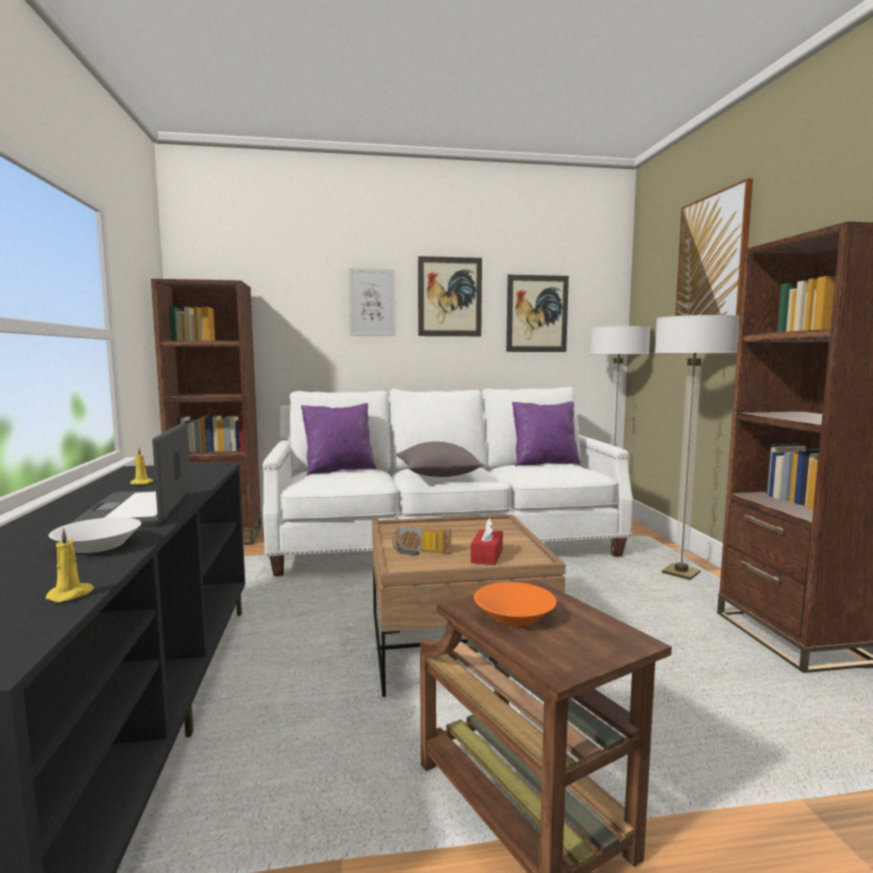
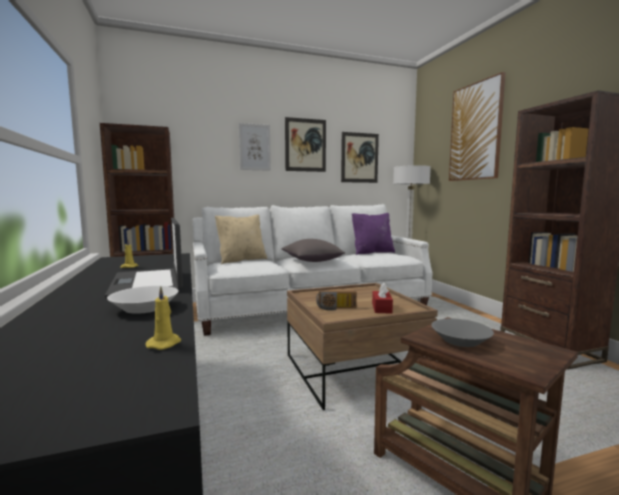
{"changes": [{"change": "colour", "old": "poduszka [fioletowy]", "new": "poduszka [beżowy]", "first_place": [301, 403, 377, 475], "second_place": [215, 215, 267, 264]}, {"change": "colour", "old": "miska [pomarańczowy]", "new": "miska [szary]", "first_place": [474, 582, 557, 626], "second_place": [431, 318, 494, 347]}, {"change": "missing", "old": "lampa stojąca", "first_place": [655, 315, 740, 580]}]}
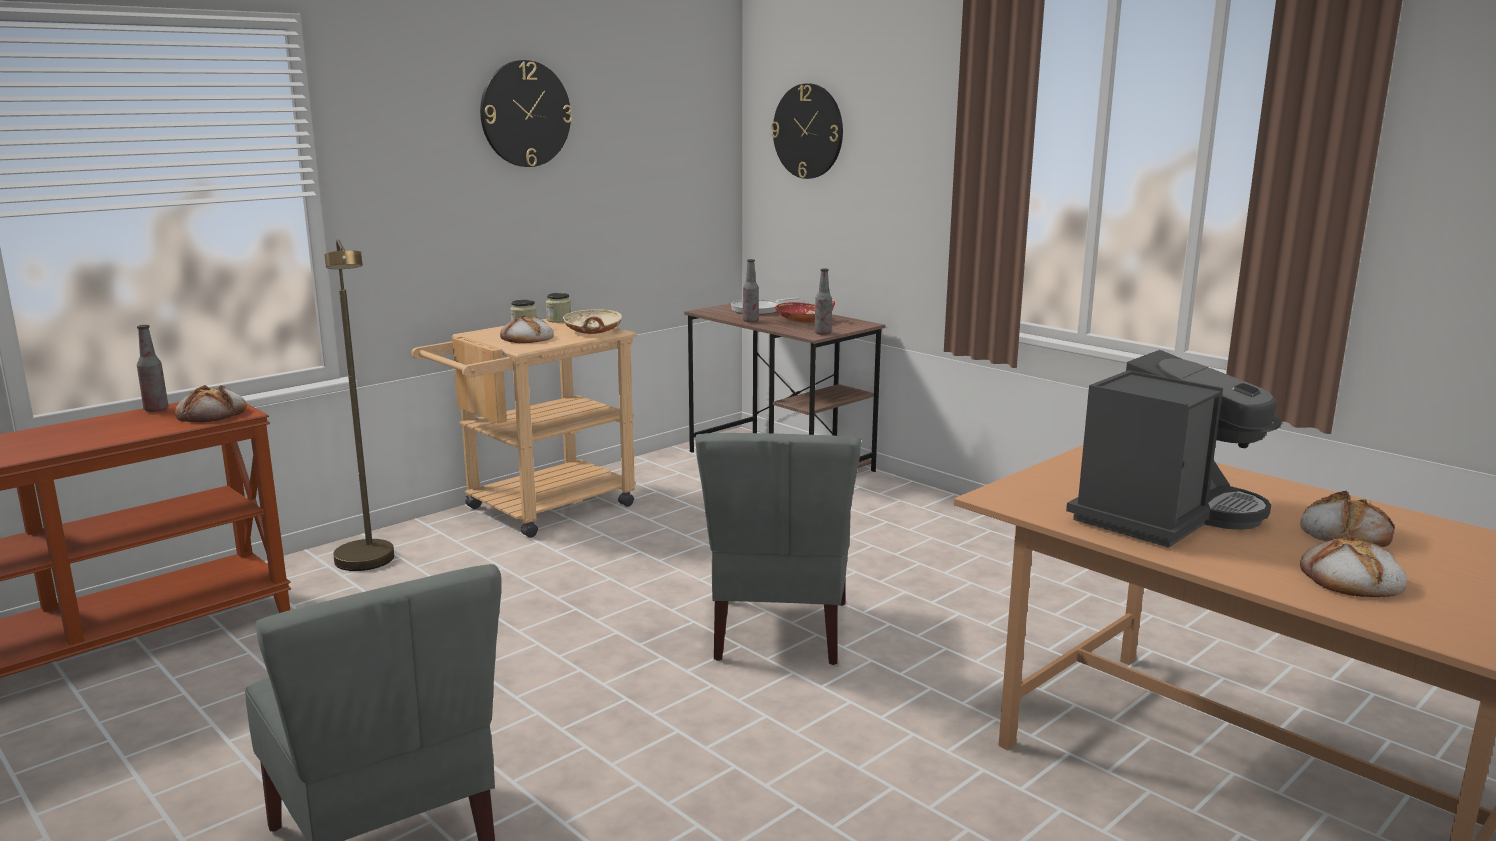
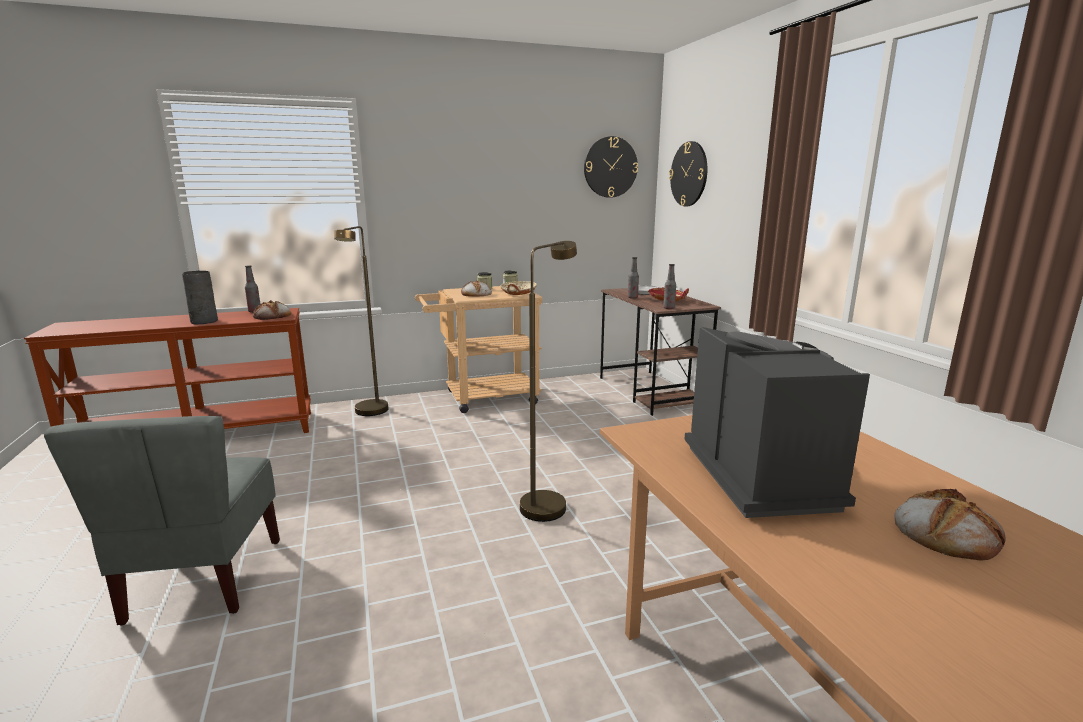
{"changes": [{"change": "appeared", "new": "wazon [szary]", "second_place": [182, 271, 218, 325]}, {"change": "exchanged", "old": "krzesło [szary]", "new": "lampa stojąca [brązowy]", "first_place": [696, 433, 861, 665], "second_place": [520, 241, 577, 522]}, {"change": "relocated", "old": "zegar ścienny", "first_place": [480, 60, 572, 167], "second_place": [584, 136, 638, 198]}, {"change": "spun", "old": "ekspres do kawy", "first_place": [1066, 350, 1281, 548], "second_place": [684, 327, 870, 518], "degrees": -75}, {"change": "missing", "old": "chleb", "first_place": [1300, 536, 1407, 598]}]}
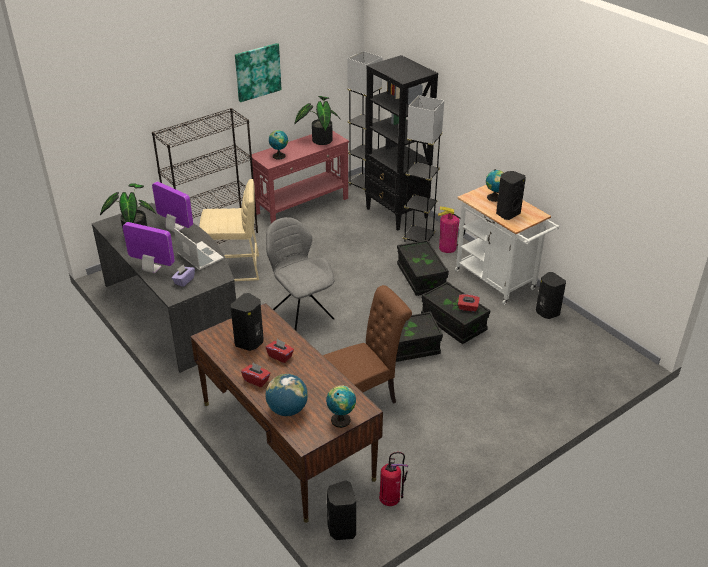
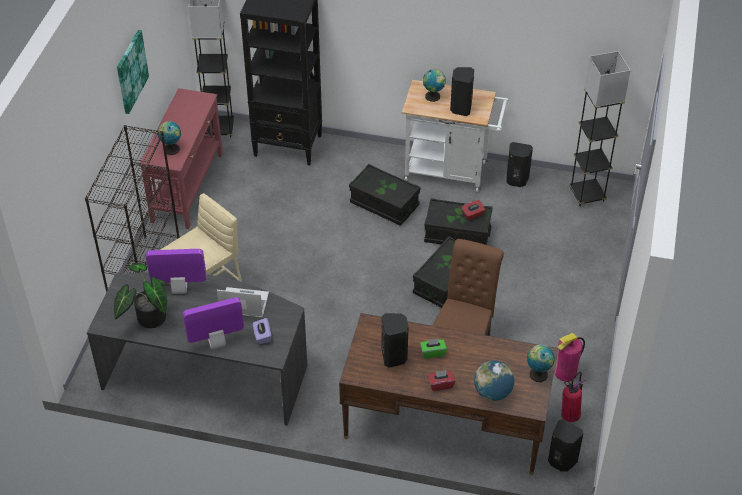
{"changes": [{"change": "colour", "old": "pudełko chusteczek [czerwony]", "new": "pudełko chusteczek [zielony]", "first_place": [266, 339, 294, 363], "second_place": [420, 338, 447, 359]}, {"change": "relocated", "old": "gaśnica", "first_place": [438, 207, 466, 253], "second_place": [554, 333, 585, 382]}, {"change": "relocated", "old": "lampa stojąca [szary]", "first_place": [403, 95, 444, 242], "second_place": [569, 51, 631, 206]}, {"change": "missing", "old": "krzesło [szary]", "first_place": [266, 217, 334, 330]}, {"change": "missing", "old": "roślina doniczkowa", "first_place": [294, 96, 341, 145]}]}
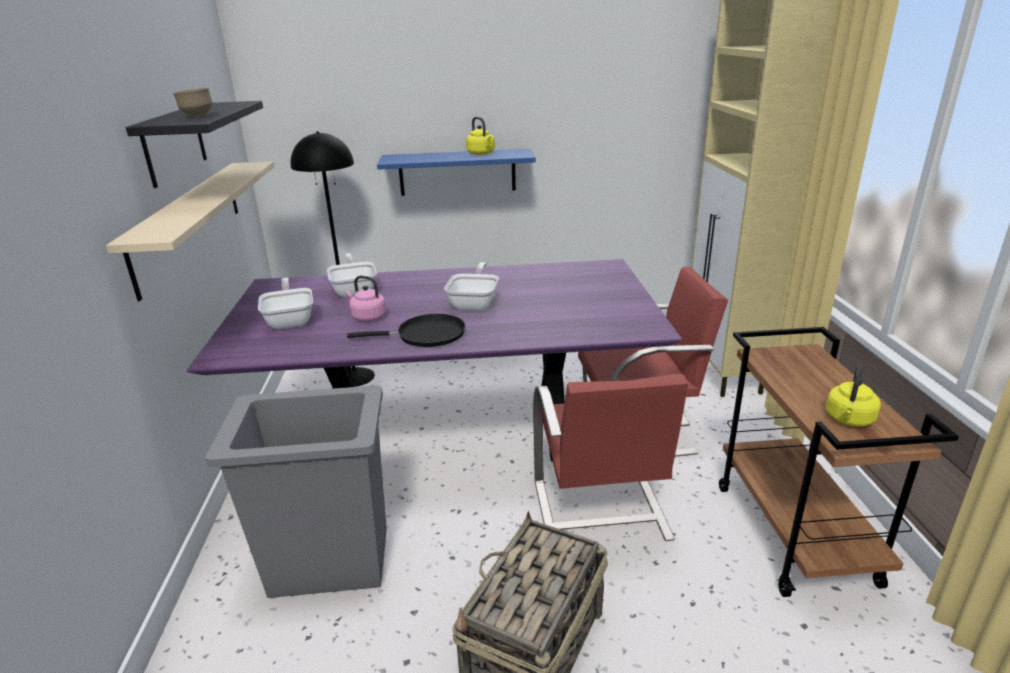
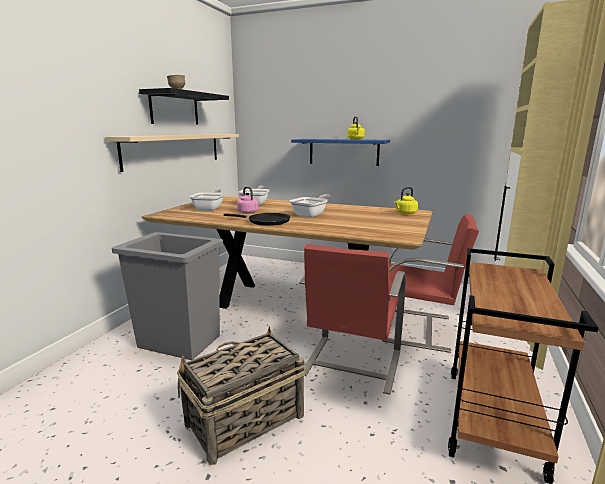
{"changes": [{"change": "colour", "old": "stół jadalny [fioletowy]", "new": "stół jadalny [brązowy]", "first_place": [187, 259, 682, 462], "second_place": [142, 196, 433, 309]}, {"change": "relocated", "old": "czajnik [żółty]", "first_place": [826, 364, 881, 427], "second_place": [394, 187, 418, 214]}, {"change": "missing", "old": "lampa stojąca [czarny]", "first_place": [291, 131, 375, 387]}]}
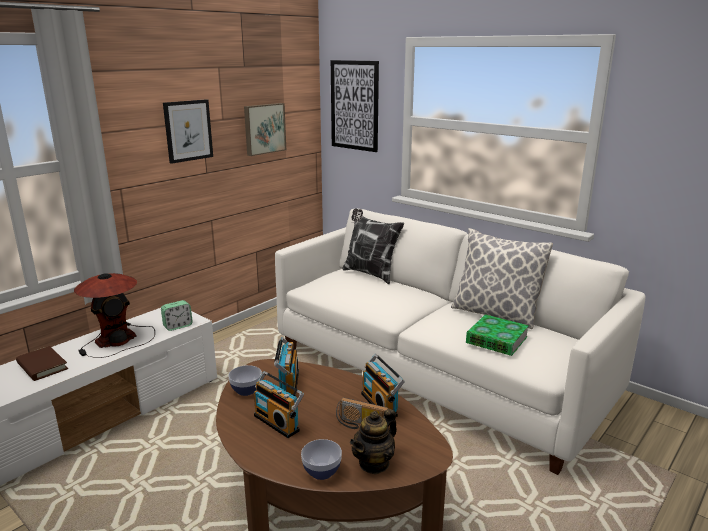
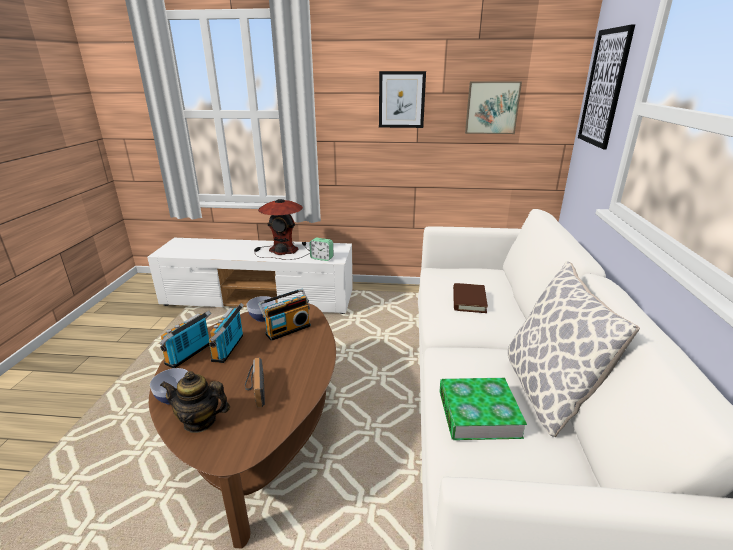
{"changes": [{"change": "relocated", "old": "radio", "first_place": [361, 354, 405, 417], "second_place": [160, 311, 211, 368]}, {"change": "relocated", "old": "książka [brązowy]", "first_place": [16, 346, 68, 381], "second_place": [453, 283, 488, 313]}, {"change": "missing", "old": "poduszka", "first_place": [342, 208, 404, 284]}]}
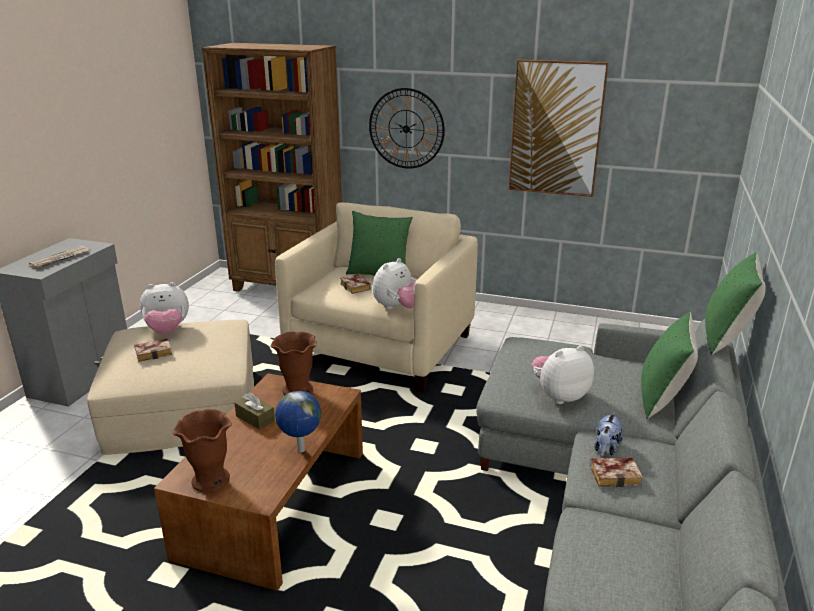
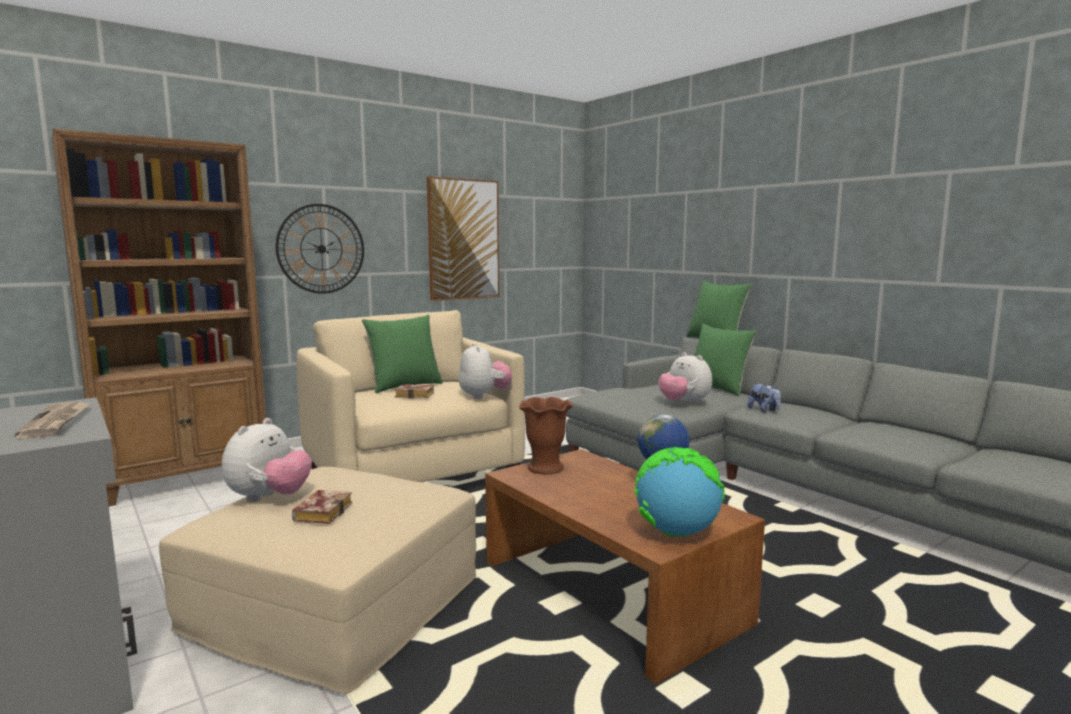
{"changes": [{"change": "exchanged", "old": "wazon [brązowy]", "new": "globus", "first_place": [172, 409, 232, 493], "second_place": [634, 447, 725, 537]}, {"change": "spun", "old": "pluszak", "first_place": [531, 346, 594, 404], "second_place": [658, 352, 712, 405], "degrees": -45}, {"change": "missing", "old": "pudełko chusteczek [brązowy]", "first_place": [235, 392, 275, 430]}, {"change": "missing", "old": "książka", "first_place": [590, 458, 643, 487]}]}
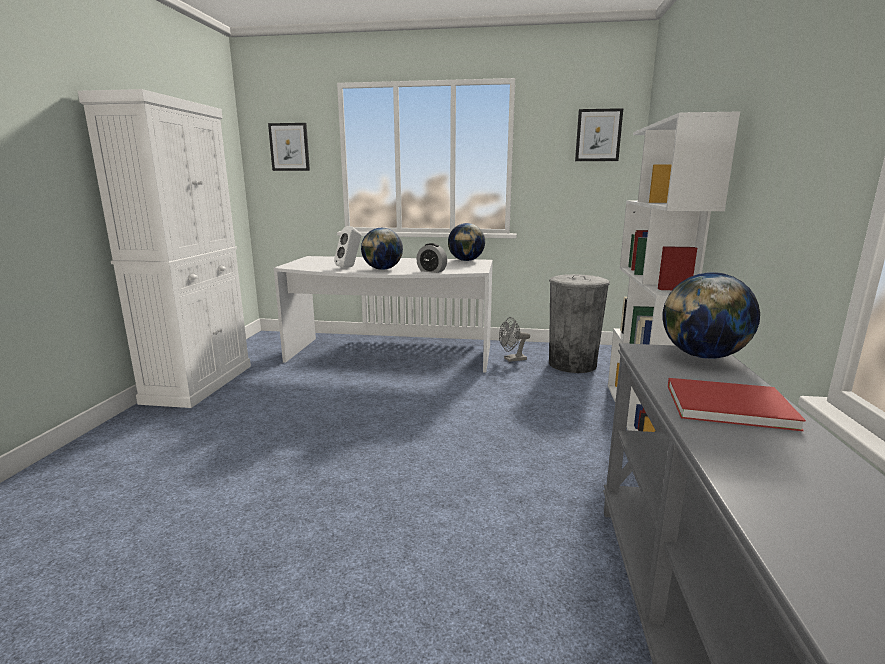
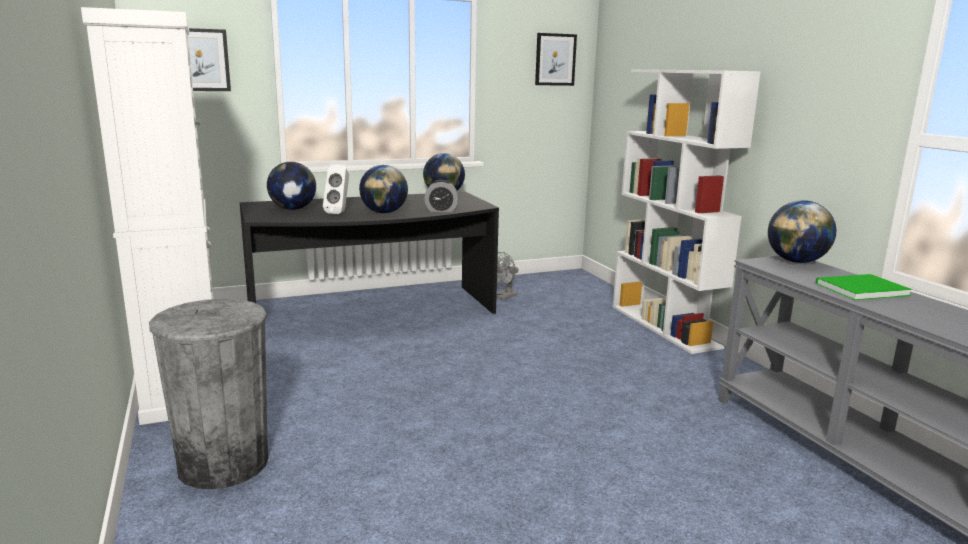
{"changes": [{"change": "relocated", "old": "kosz na śmieci [szary]", "first_place": [549, 274, 610, 373], "second_place": [149, 299, 269, 489]}, {"change": "colour", "old": "biurko [biały]", "new": "biurko [czarny]", "first_place": [274, 256, 493, 372], "second_place": [240, 192, 499, 314]}, {"change": "appeared", "new": "globus", "second_place": [267, 162, 316, 210]}, {"change": "colour", "old": "książka [czerwony]", "new": "książka [zielony]", "first_place": [668, 378, 806, 431], "second_place": [816, 274, 912, 300]}]}
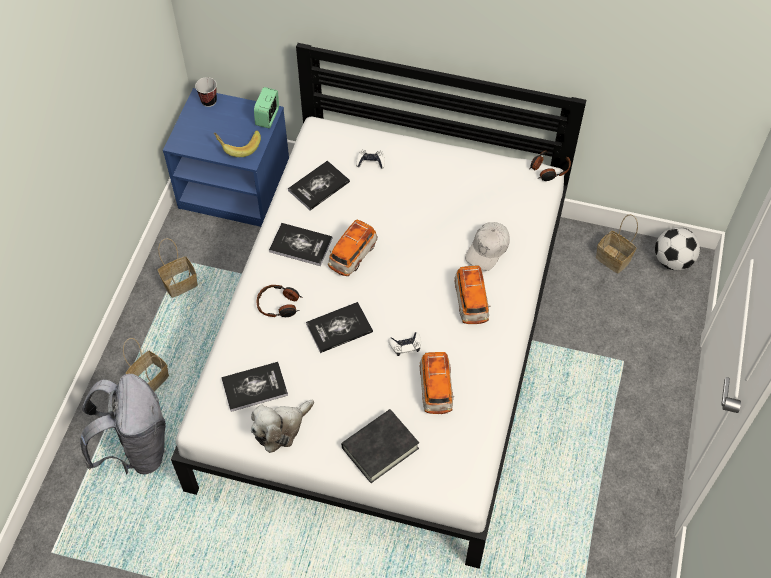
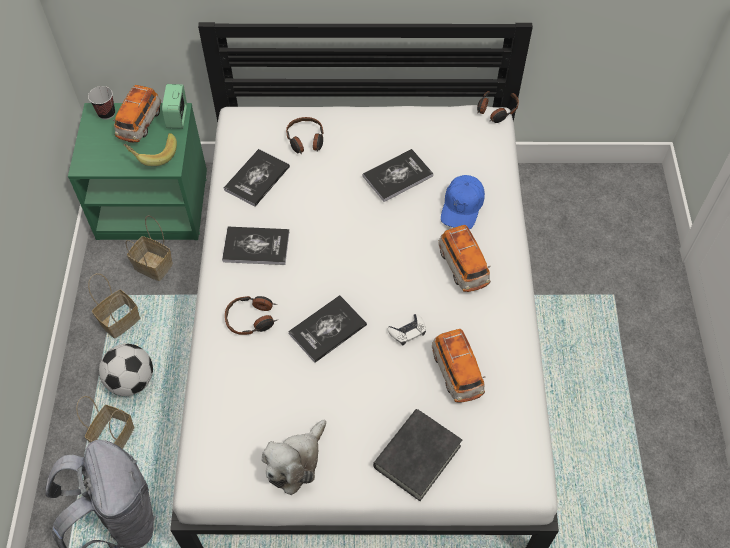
{"changes": [{"change": "colour", "old": "szafka nocna [niebieski]", "new": "szafka nocna [zielony]", "first_place": [163, 88, 289, 227], "second_place": [68, 103, 207, 240]}, {"change": "relocated", "old": "piłka futbolowa", "first_place": [655, 227, 700, 270], "second_place": [99, 344, 153, 396]}, {"change": "relocated", "old": "samochodzik", "first_place": [328, 219, 378, 276], "second_place": [113, 85, 161, 143]}, {"change": "relocated", "old": "koszyk", "first_place": [596, 214, 638, 273], "second_place": [125, 215, 173, 281]}, {"change": "exchanged", "old": "pad do gier [biały]", "new": "słuchawki", "first_place": [356, 150, 385, 169], "second_place": [286, 117, 323, 153]}, {"change": "relocated", "old": "książka", "first_place": [221, 362, 288, 412], "second_place": [363, 149, 434, 202]}, {"change": "colour", "old": "czapka z daszkiem [biały]", "new": "czapka z daszkiem [niebieski]", "first_place": [465, 222, 510, 271], "second_place": [441, 175, 485, 229]}]}
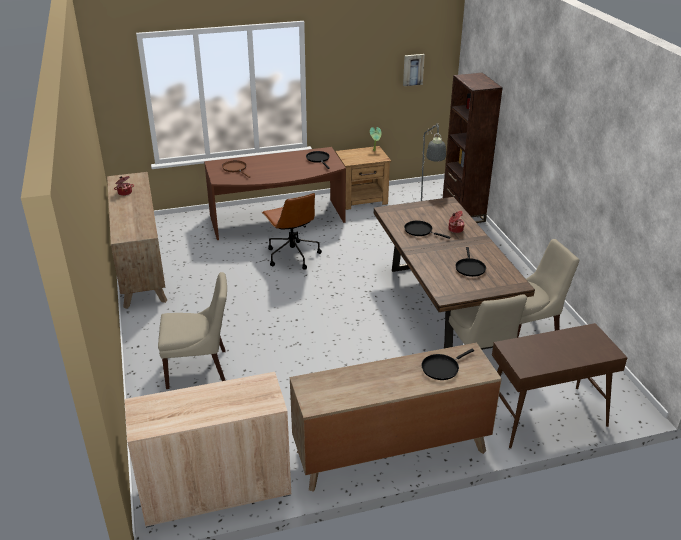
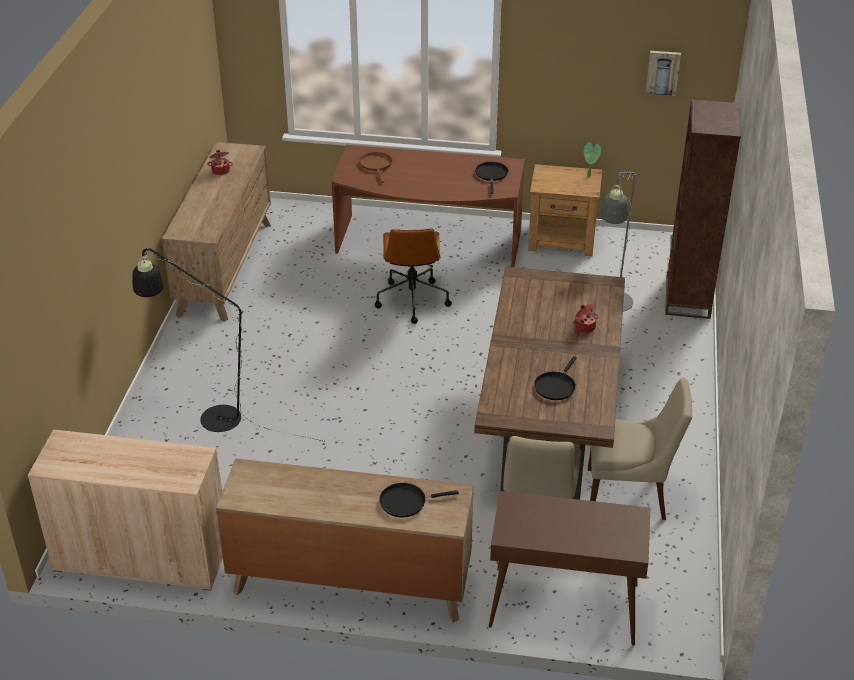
{"changes": [{"change": "exchanged", "old": "krzesło [beżowy]", "new": "lampa stojąca [czarny]", "first_place": [158, 272, 227, 389], "second_place": [132, 248, 326, 442]}, {"change": "missing", "old": "patelnia [czarny]", "first_place": [404, 221, 450, 239]}]}
